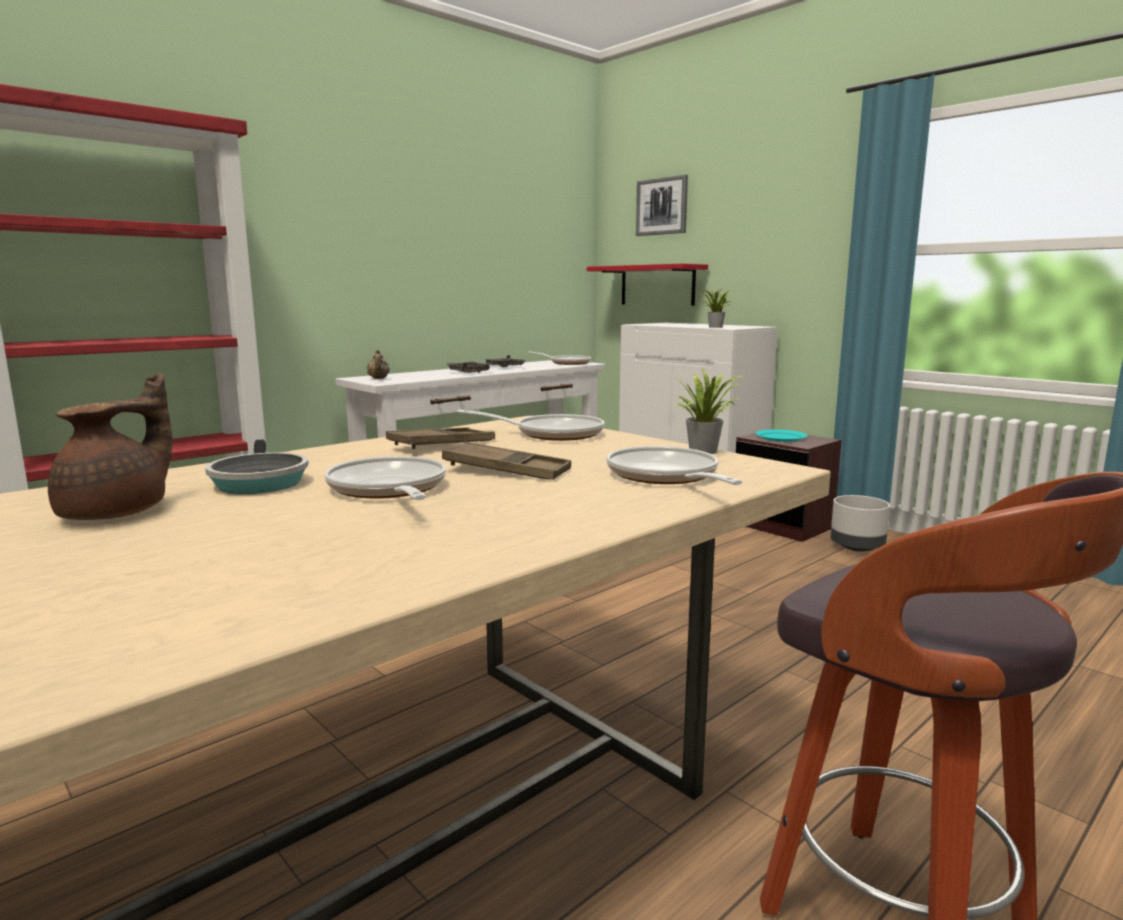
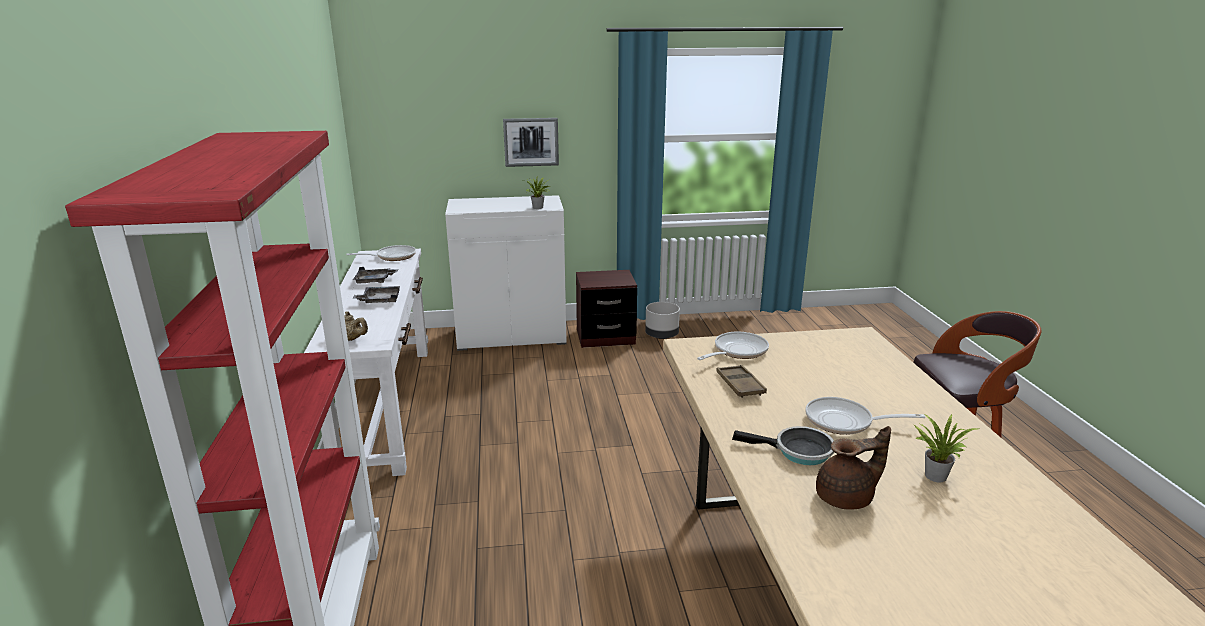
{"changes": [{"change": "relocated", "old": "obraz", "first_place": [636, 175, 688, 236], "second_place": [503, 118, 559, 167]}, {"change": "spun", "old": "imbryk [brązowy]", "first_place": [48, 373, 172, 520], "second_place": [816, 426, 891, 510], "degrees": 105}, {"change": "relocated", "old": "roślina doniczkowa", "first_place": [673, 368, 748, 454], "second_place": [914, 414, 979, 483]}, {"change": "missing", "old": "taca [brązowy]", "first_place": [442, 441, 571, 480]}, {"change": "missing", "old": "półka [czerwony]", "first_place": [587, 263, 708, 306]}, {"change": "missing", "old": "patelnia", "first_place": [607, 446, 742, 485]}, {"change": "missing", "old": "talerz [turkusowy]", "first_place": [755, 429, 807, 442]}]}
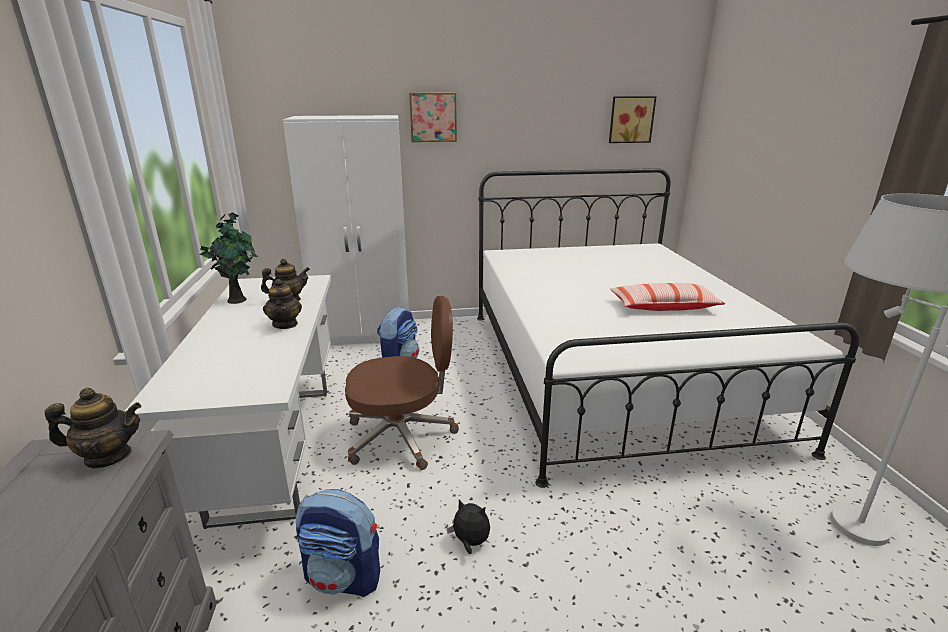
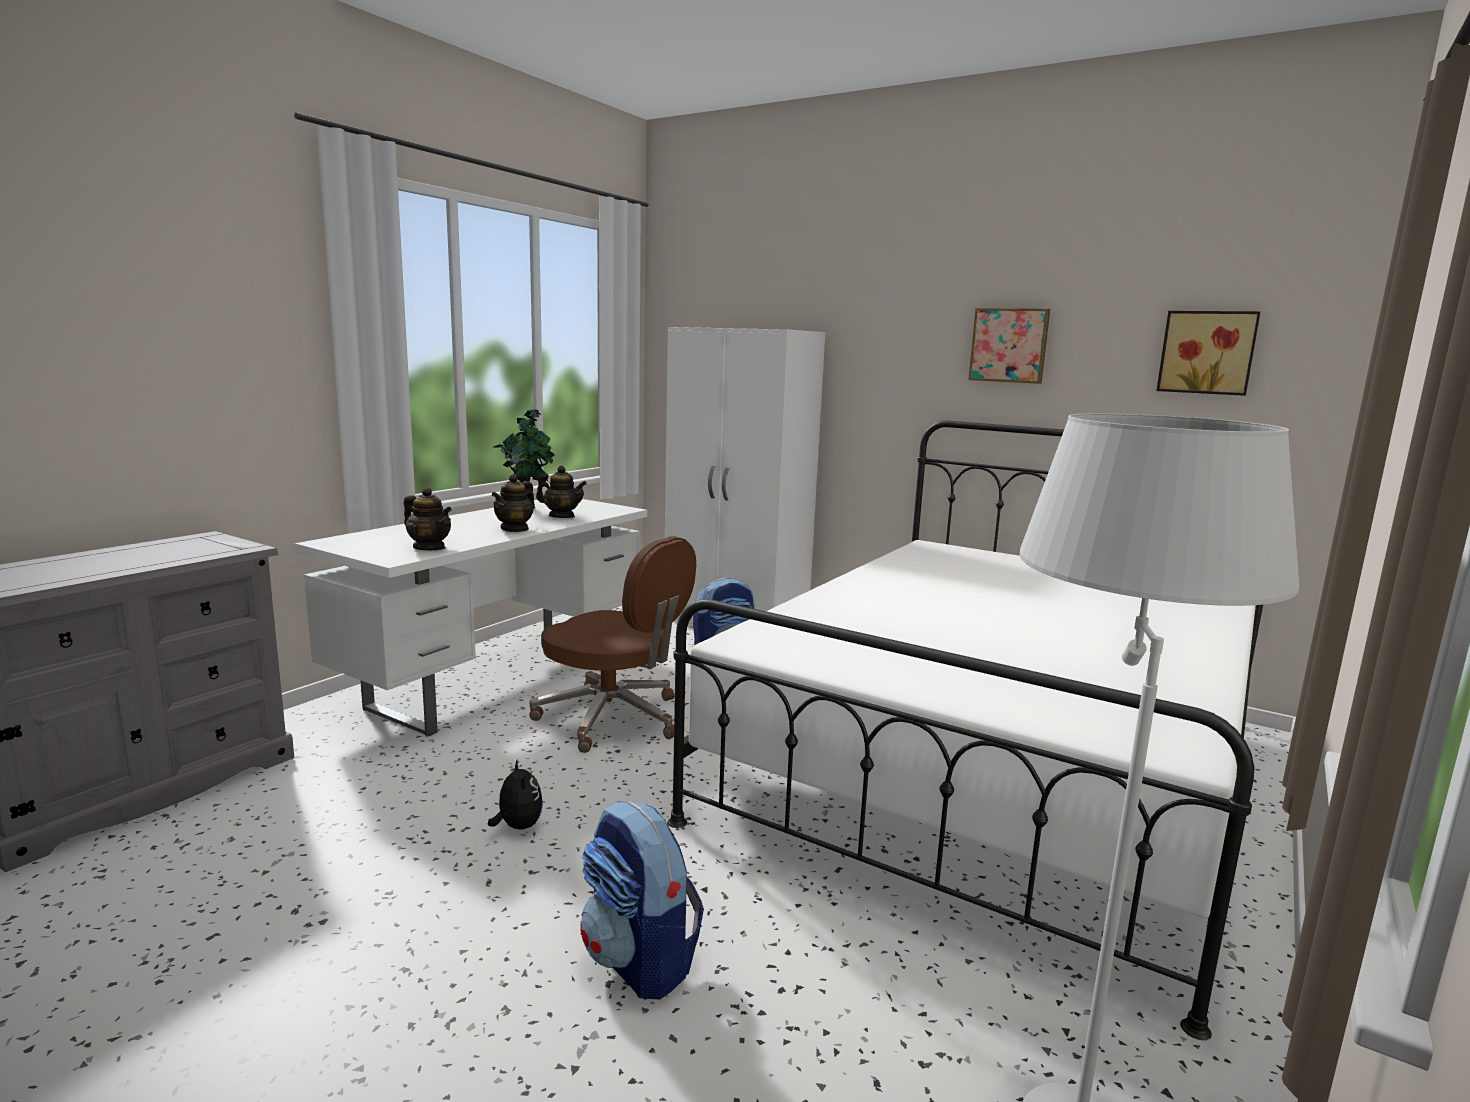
{"changes": [{"change": "relocated", "old": "imbryk", "first_place": [44, 388, 141, 468], "second_place": [404, 487, 452, 550]}, {"change": "relocated", "old": "plecak", "first_place": [296, 489, 380, 597], "second_place": [580, 801, 704, 999]}, {"change": "relocated", "old": "obraz", "first_place": [409, 93, 457, 142], "second_place": [968, 308, 1050, 384]}, {"change": "missing", "old": "poduszka", "first_place": [610, 283, 725, 311]}]}
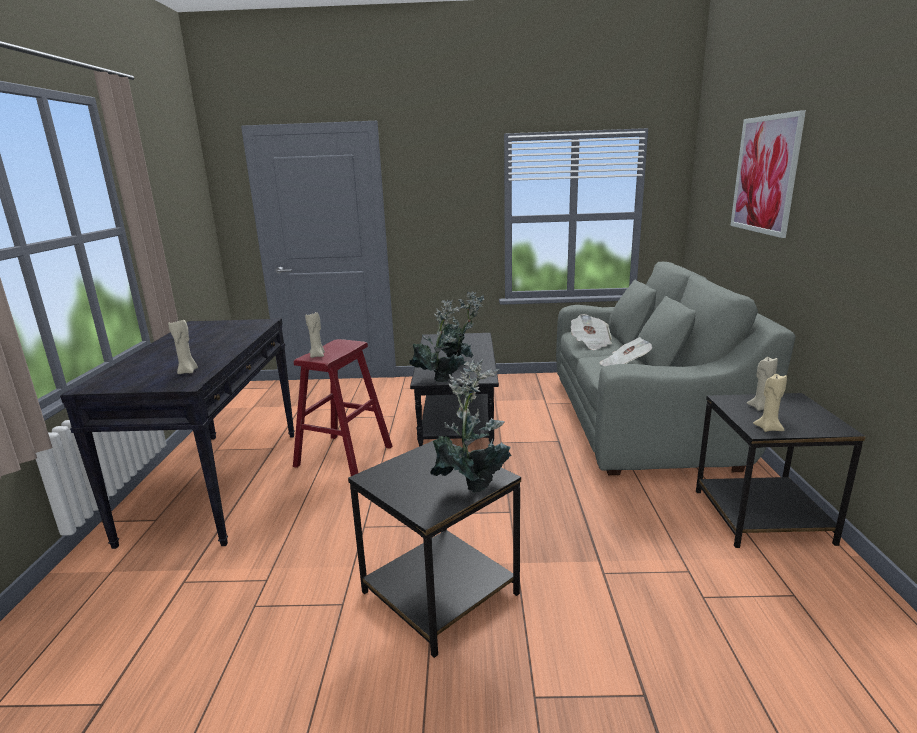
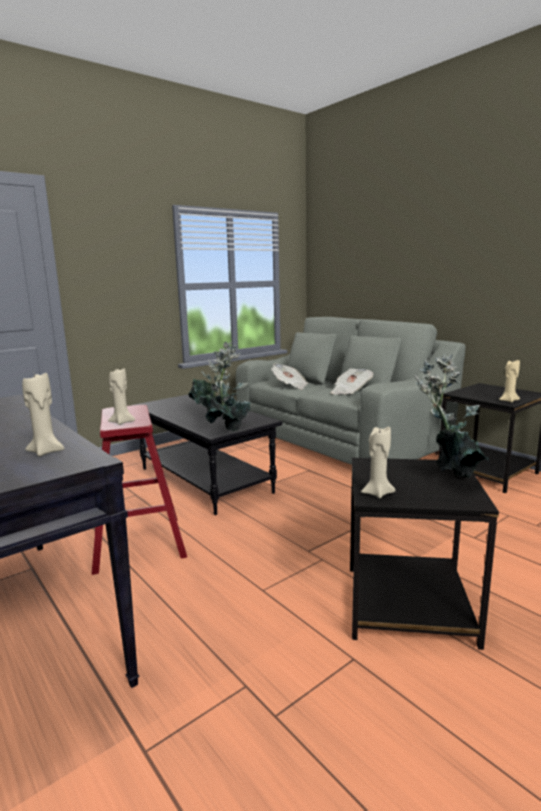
{"changes": [{"change": "relocated", "old": "świeca [beżowy]", "first_place": [747, 357, 778, 411], "second_place": [361, 427, 396, 498]}, {"change": "missing", "old": "obraz", "first_place": [730, 110, 806, 238]}]}
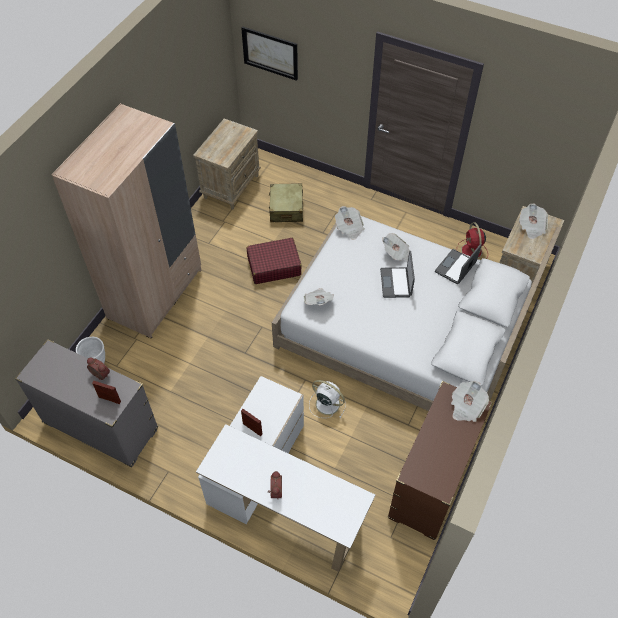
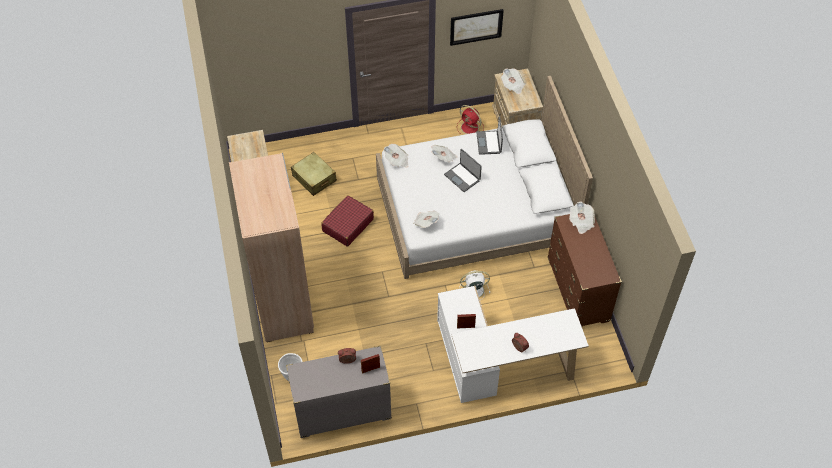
{"changes": [{"change": "relocated", "old": "obraz", "first_place": [241, 26, 298, 81], "second_place": [450, 9, 504, 46]}]}
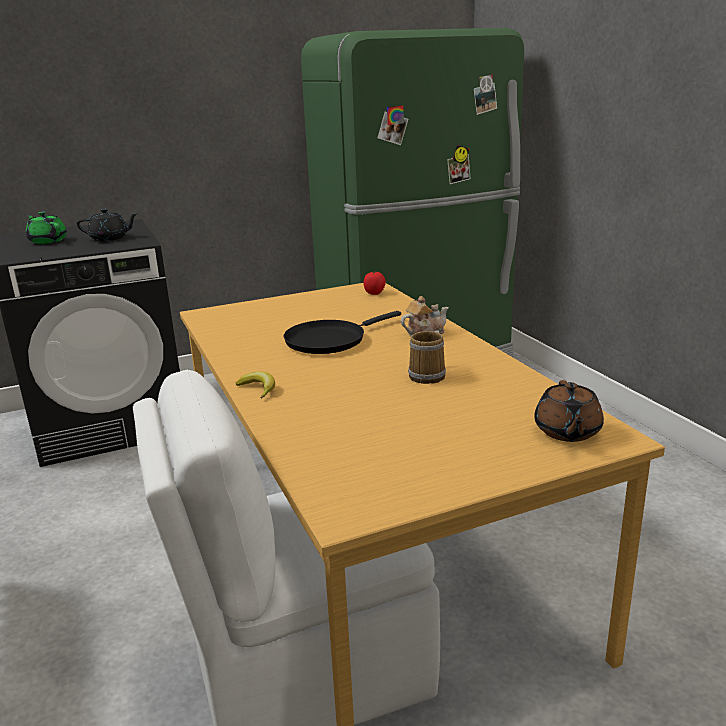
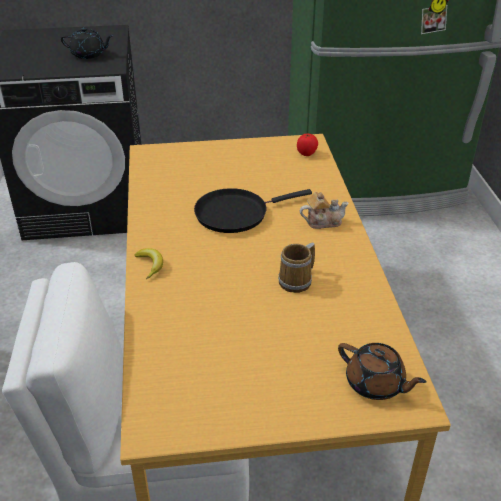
{"changes": [{"change": "spun", "old": "imbryk [brązowy]", "first_place": [534, 380, 604, 442], "second_place": [338, 343, 427, 400], "degrees": -75}, {"change": "missing", "old": "imbryk [zielony]", "first_place": [26, 211, 67, 244]}]}
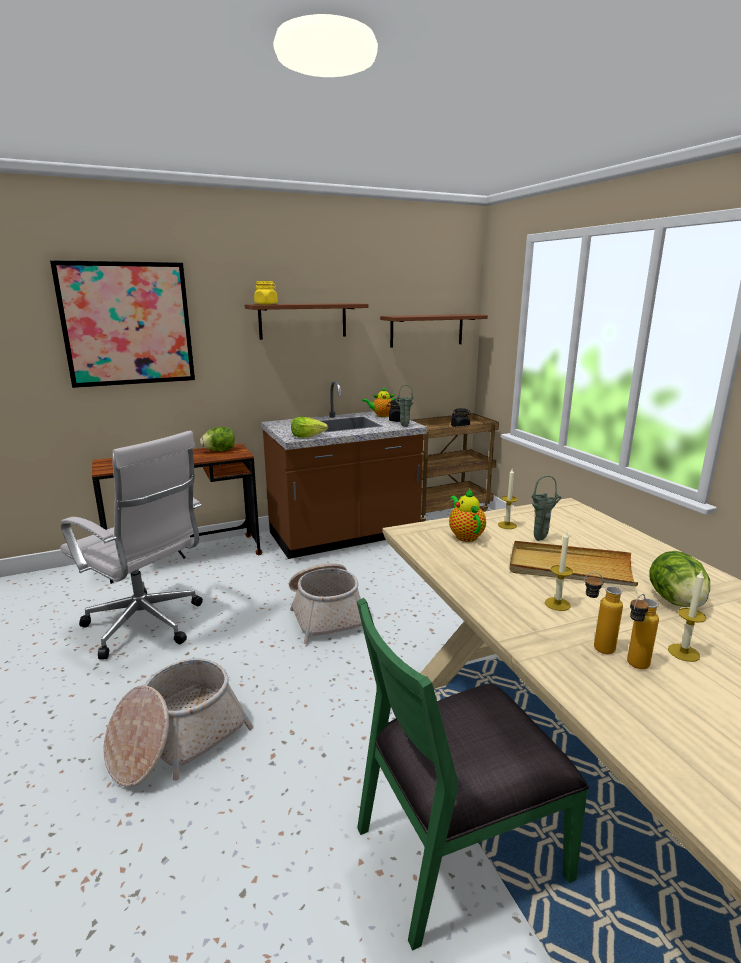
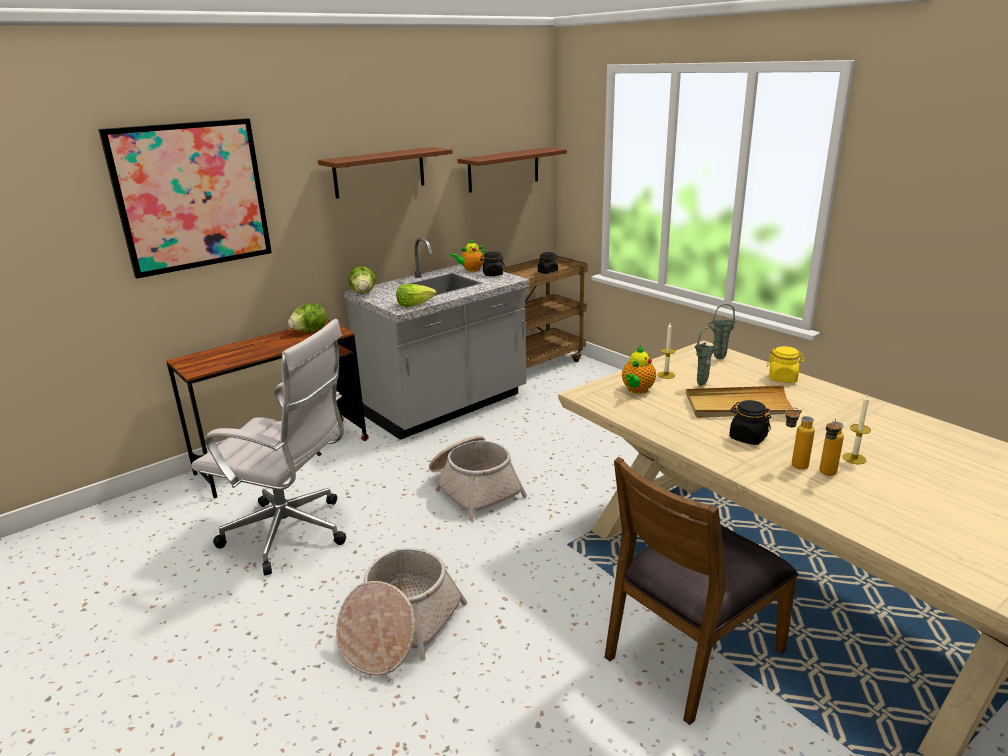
{"changes": [{"change": "colour", "old": "zabudowa kuchenna [brązowy]", "new": "zabudowa kuchenna [szary]", "first_place": [261, 381, 427, 559], "second_place": [344, 238, 530, 440]}, {"change": "relocated", "old": "sałata", "first_place": [649, 551, 710, 607], "second_place": [348, 266, 376, 294]}, {"change": "colour", "old": "krzesło [zielony]", "new": "krzesło [brązowy]", "first_place": [356, 598, 589, 951], "second_place": [605, 457, 798, 725]}, {"change": "spun", "old": "imbryk", "first_place": [449, 488, 486, 542], "second_place": [622, 346, 656, 394], "degrees": -120}, {"change": "relocated", "old": "wazon [zielony]", "first_place": [395, 385, 414, 427], "second_place": [708, 304, 735, 359]}, {"change": "exchanged", "old": "świeca", "new": "słoik [czarny]", "first_place": [545, 532, 573, 611], "second_place": [729, 400, 771, 445]}, {"change": "relocated", "old": "słoik [żółty]", "first_place": [254, 281, 278, 304], "second_place": [767, 346, 805, 383]}]}
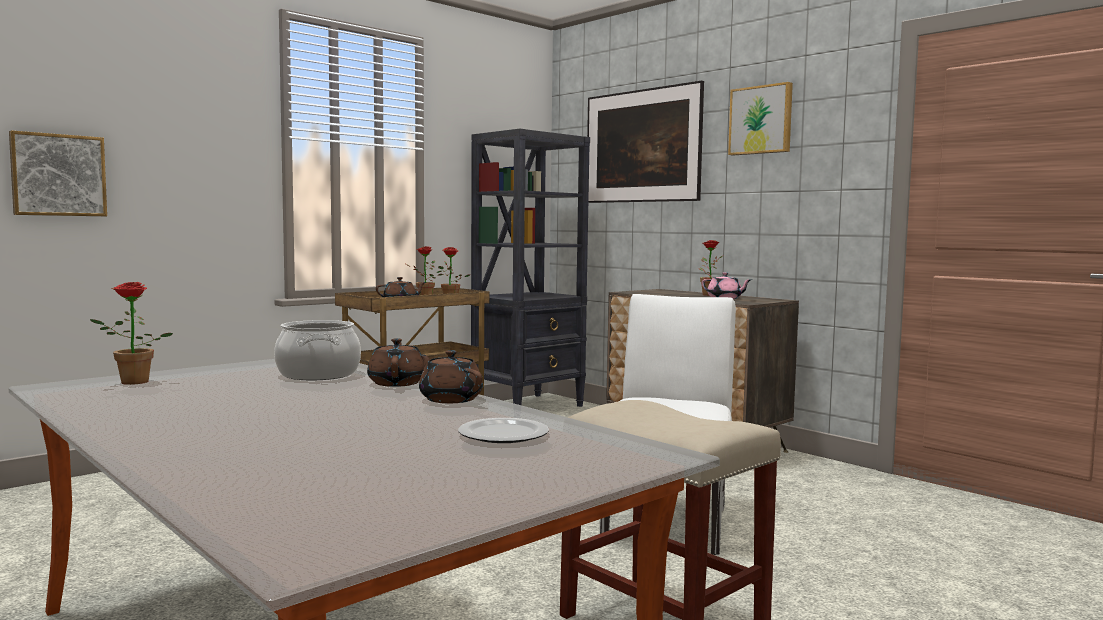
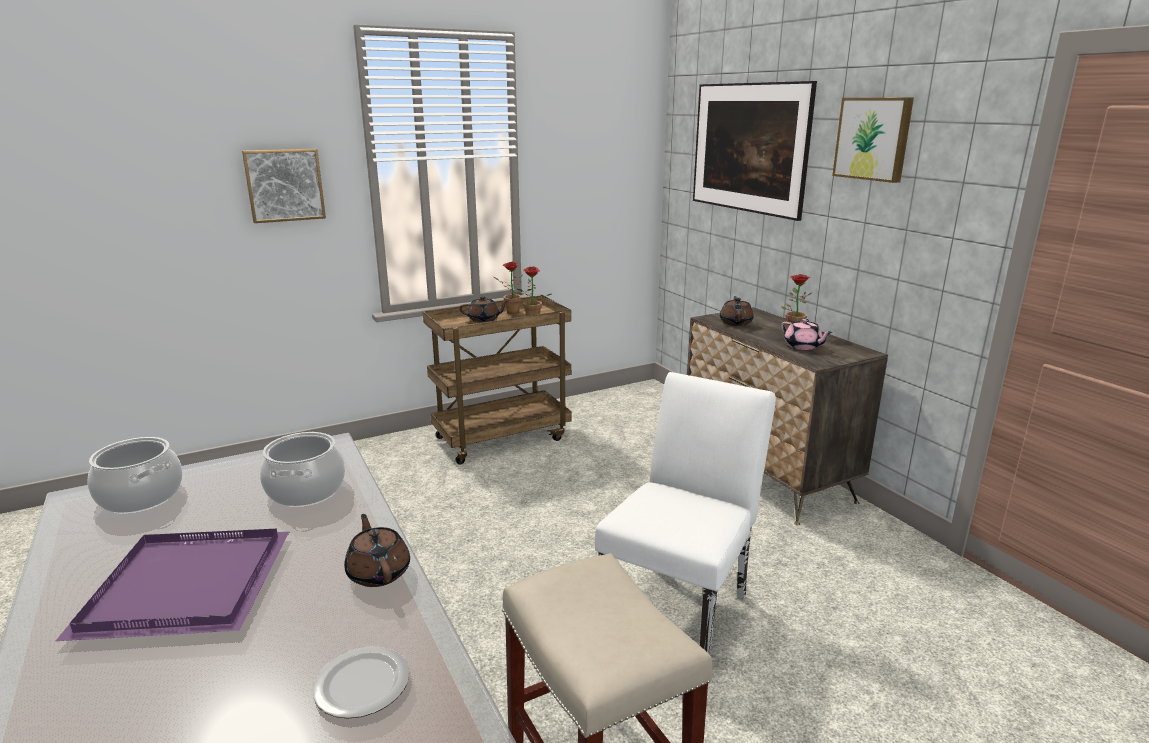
{"changes": [{"change": "appeared", "new": "taca [fioletowy]", "second_place": [56, 529, 289, 641]}, {"change": "exchanged", "old": "roślina doniczkowa", "new": "garnek", "first_place": [90, 282, 173, 385], "second_place": [87, 437, 183, 513]}, {"change": "relocated", "old": "obraz", "first_place": [9, 130, 107, 216], "second_place": [242, 148, 326, 223]}, {"change": "relocated", "old": "imbryk [brązowy]", "first_place": [367, 338, 424, 387], "second_place": [720, 296, 754, 326]}, {"change": "missing", "old": "regał [czarny]", "first_place": [471, 129, 590, 407]}]}
